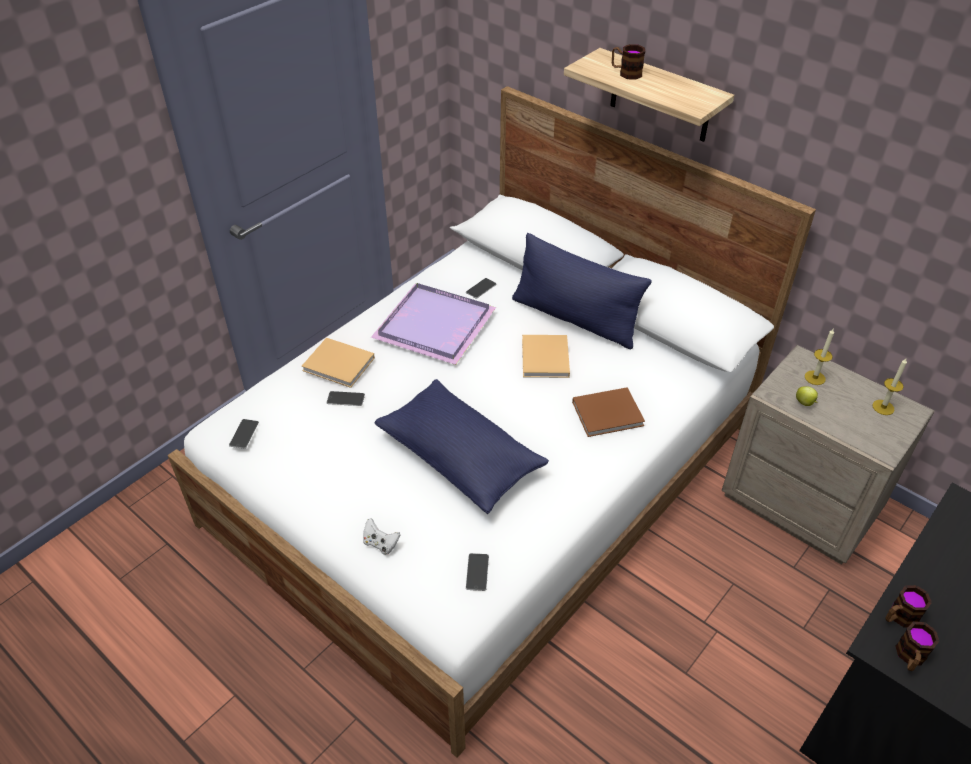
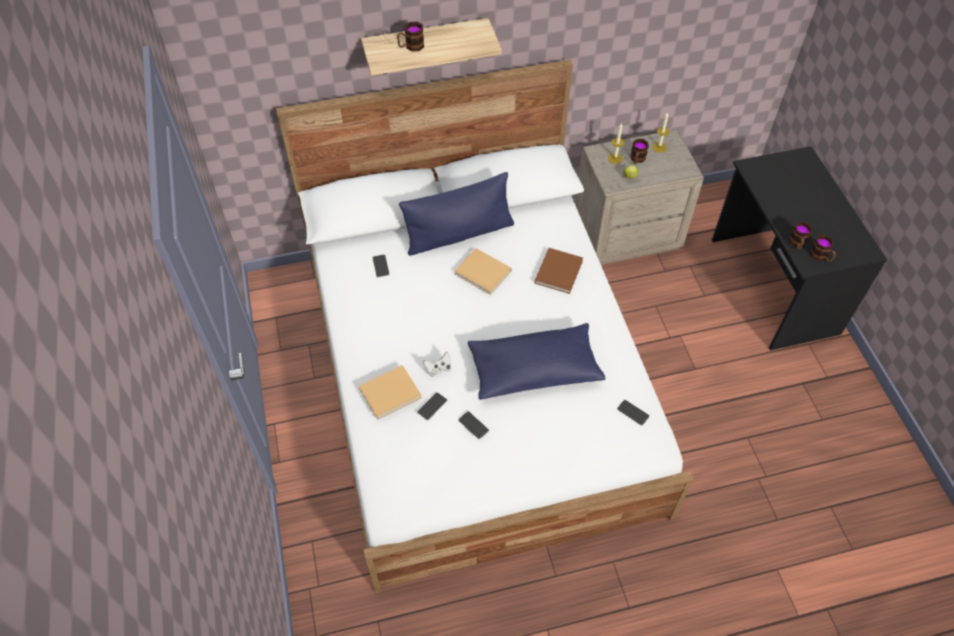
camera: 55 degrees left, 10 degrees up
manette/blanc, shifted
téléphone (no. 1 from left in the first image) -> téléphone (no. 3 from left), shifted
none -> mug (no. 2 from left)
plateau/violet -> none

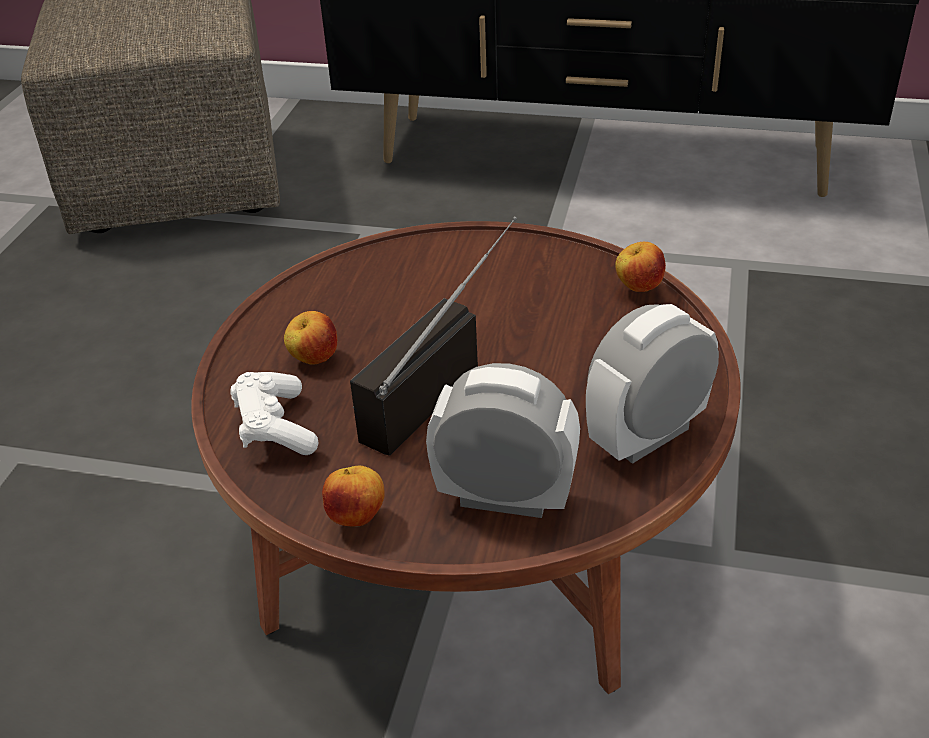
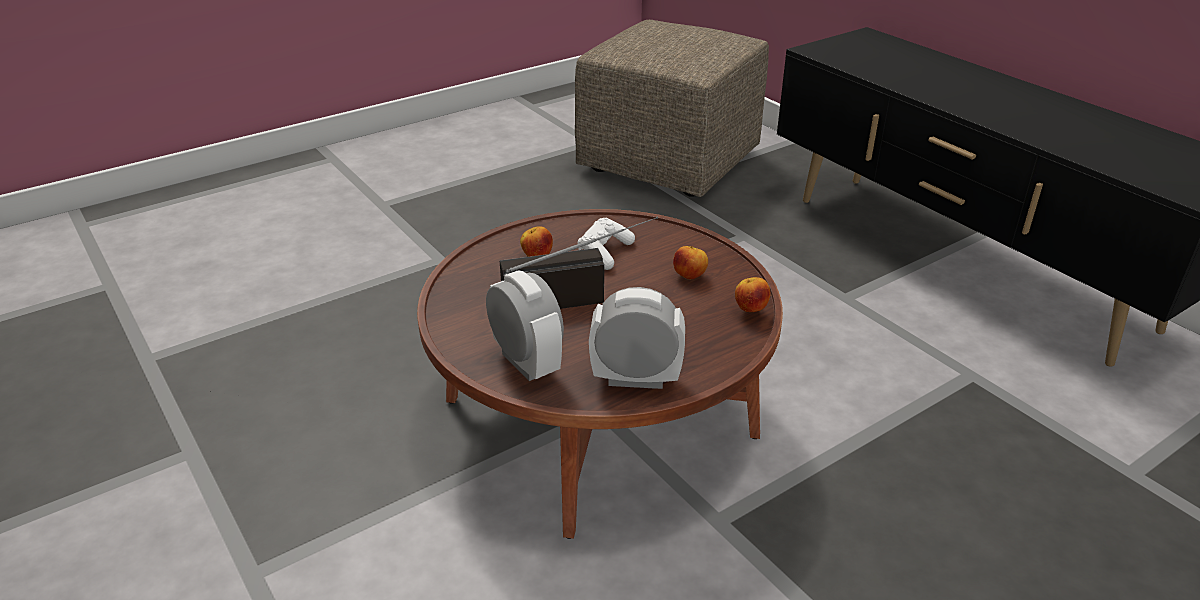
camera: 40 degrees right, 5 degrees down
manette/blanc, shifted
pomme (no. 2 from left), shifted

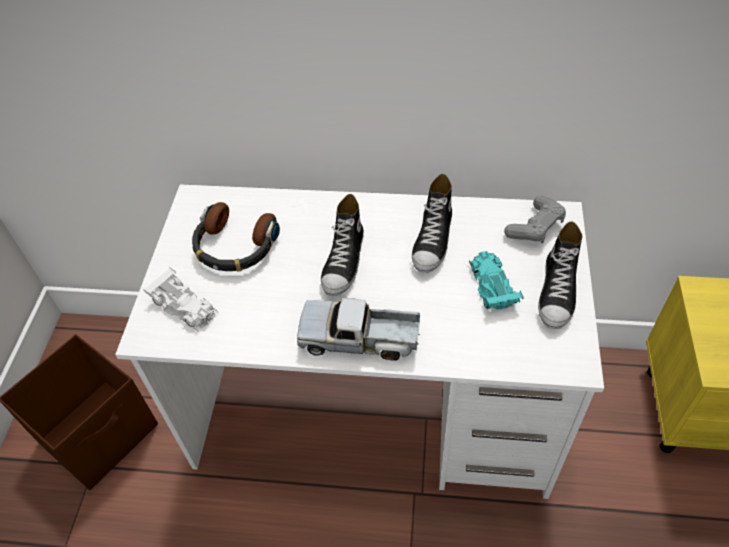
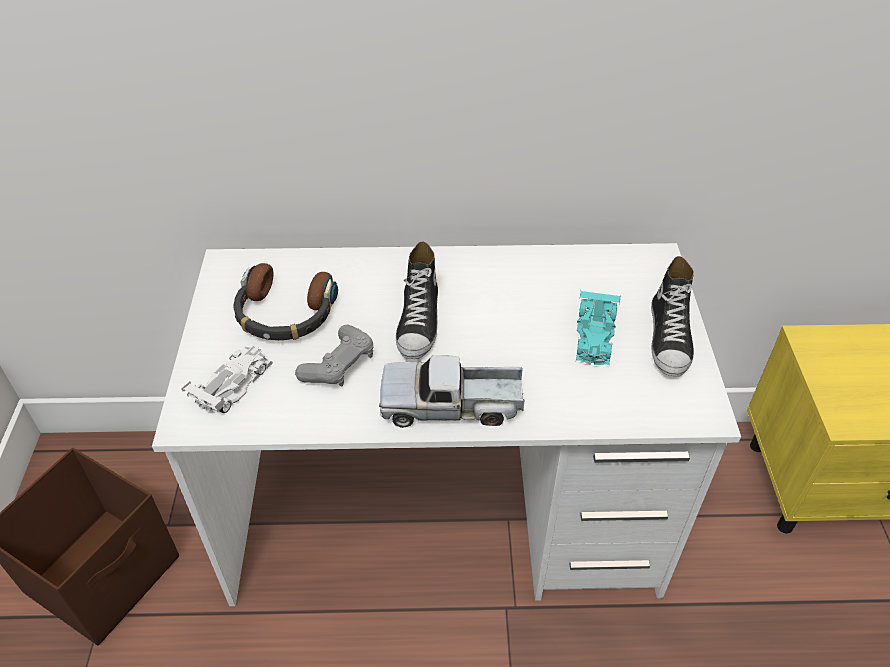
camera: 10 degrees left, 5 degrees down
petite voiture/blanc, 90 degrees counterclockwise
manette/gris, shifted
petite voiture/turquoise, 150 degrees counterclockwise
chaussure (no. 2 from left) -> none

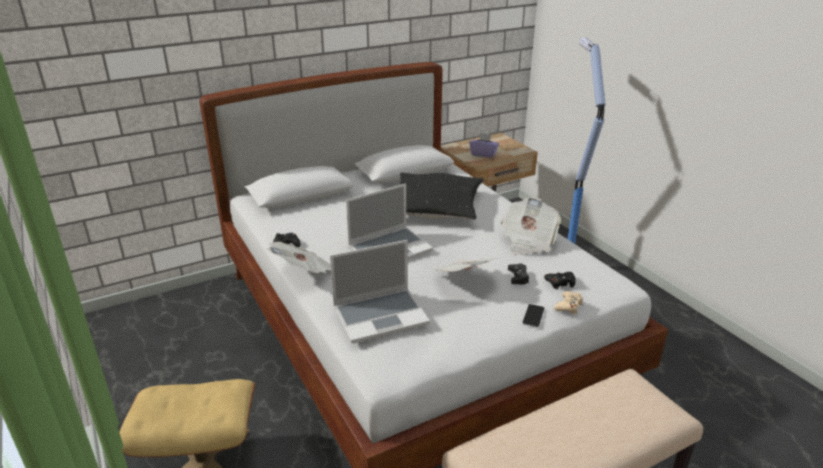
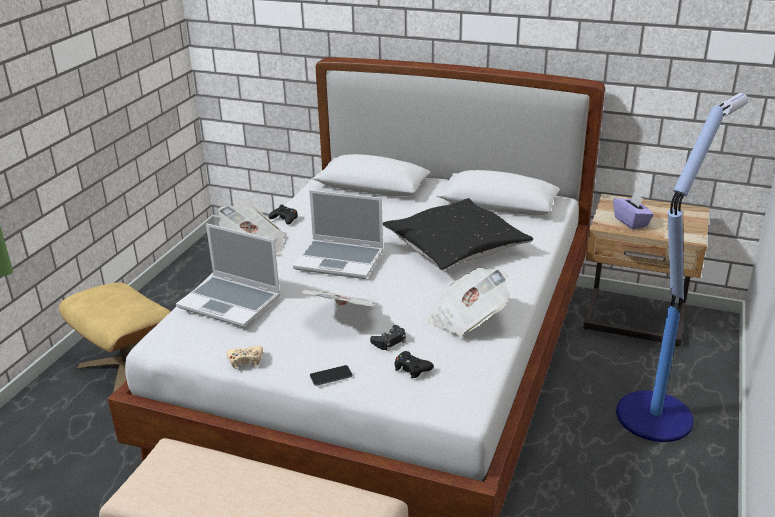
camera: 50 degrees right, 0 degrees up
manette/beige, shifted

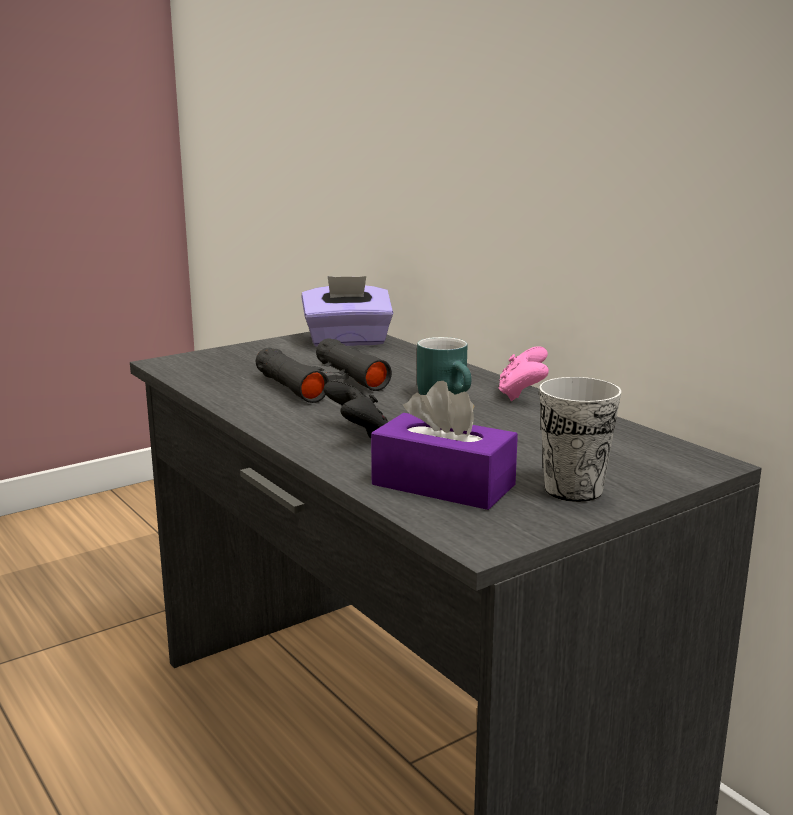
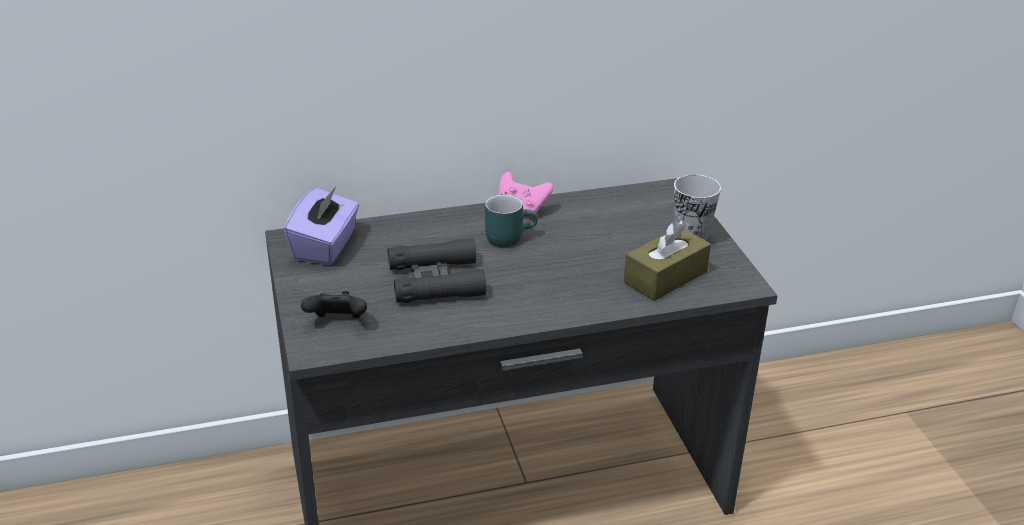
camera: 70 degrees left, 15 degrees up
manette/noir, shifted
boîte à mouchoirs/violet (no. 2 from left) -> boîte à mouchoirs/marron

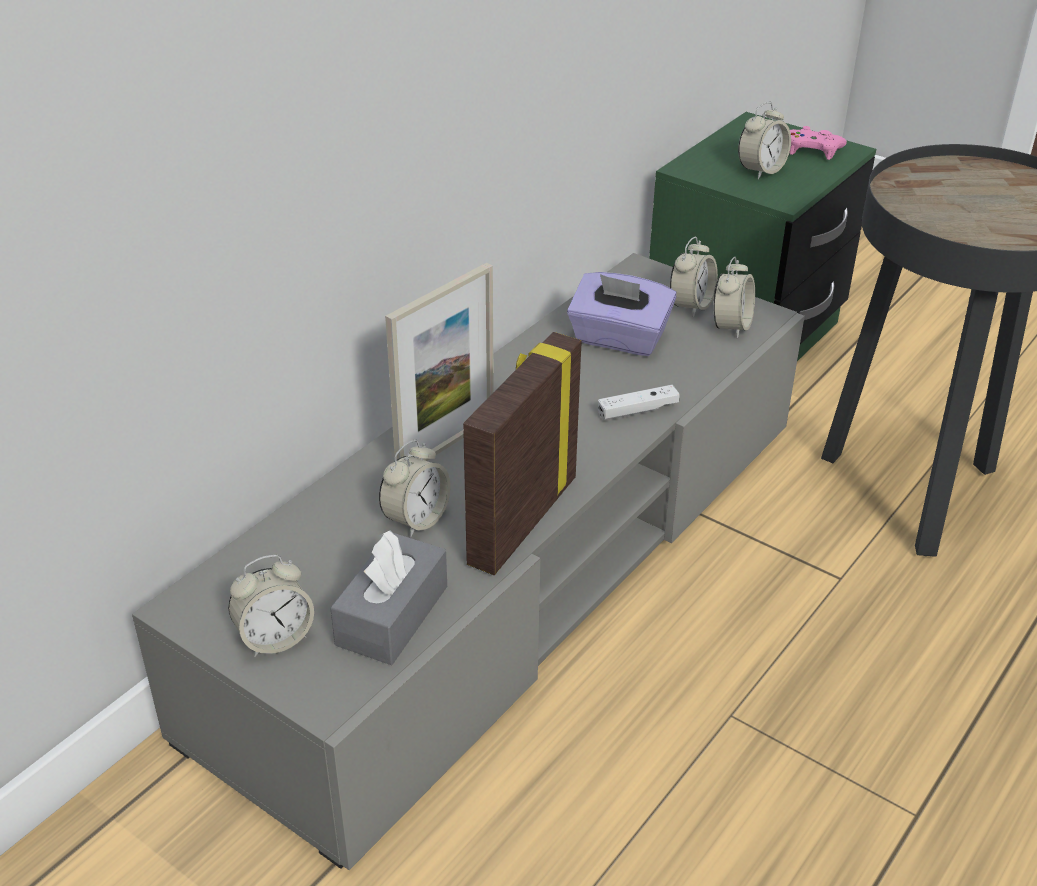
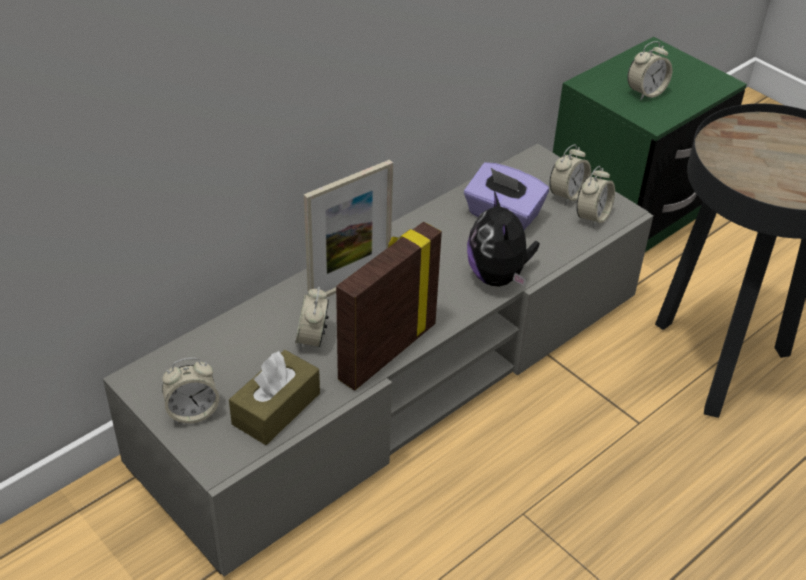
camera: 10 degrees right, 5 degrees up
boîte à mouchoirs/gris -> boîte à mouchoirs/marron
réveil (no. 2 from left), 135 degrees clockwise
manette/blanc -> peluche
manette/rose -> none

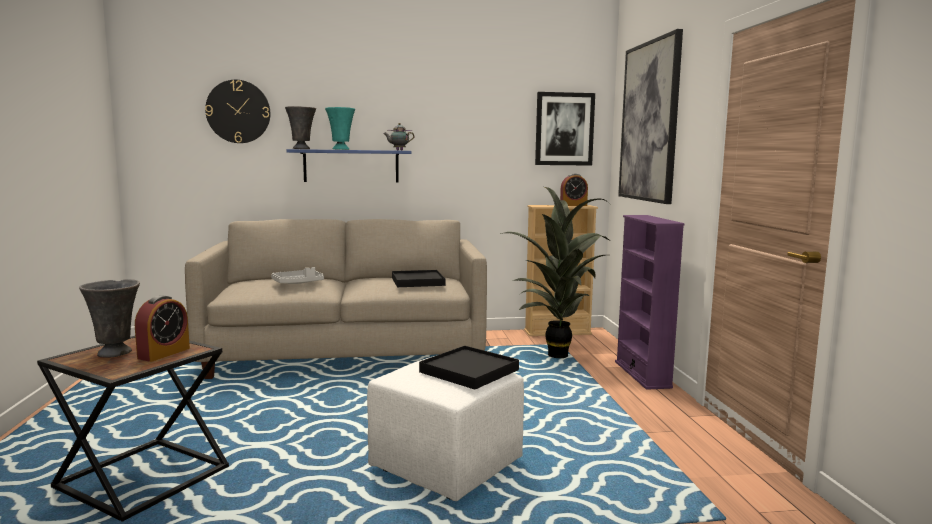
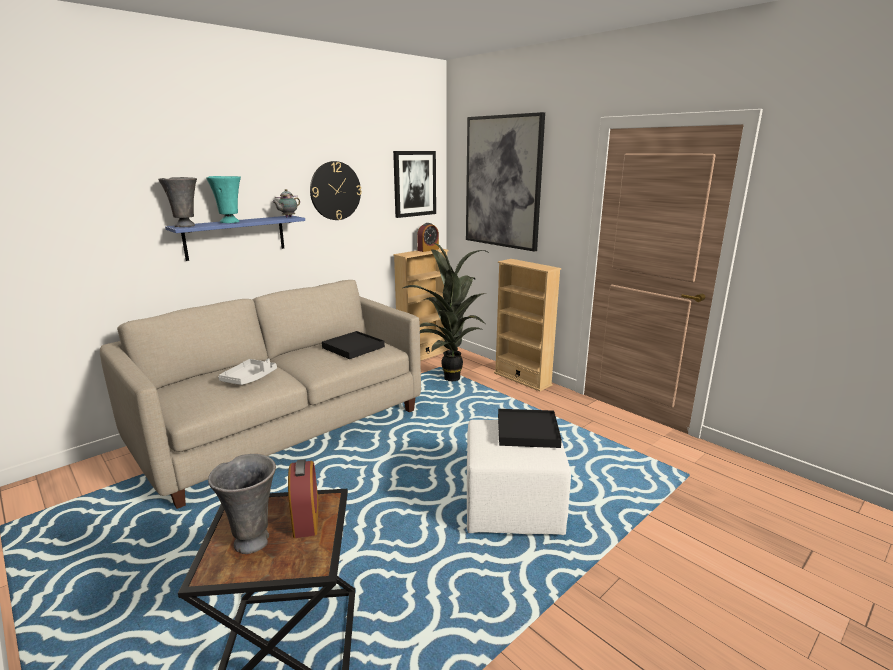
camera: 35 degrees left, 10 degrees up
horloge murale, shifted
bibliothèque/violet -> bibliothèque/beige (no. 2 from left)

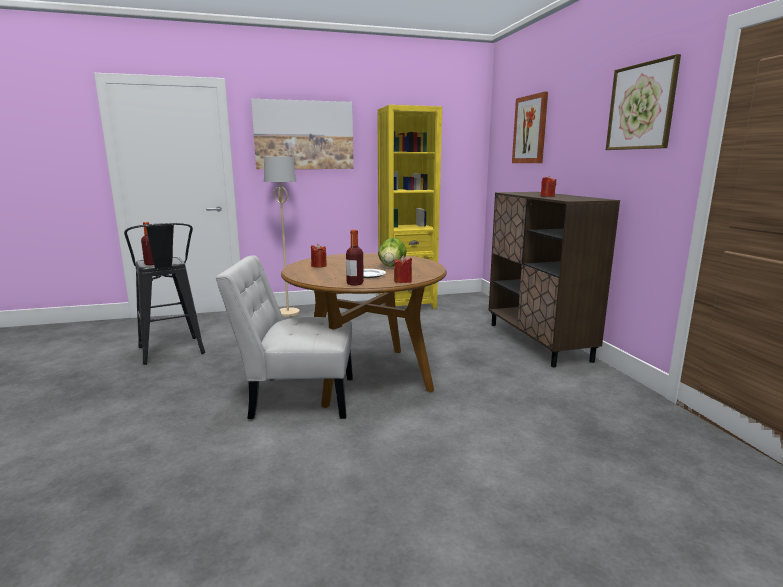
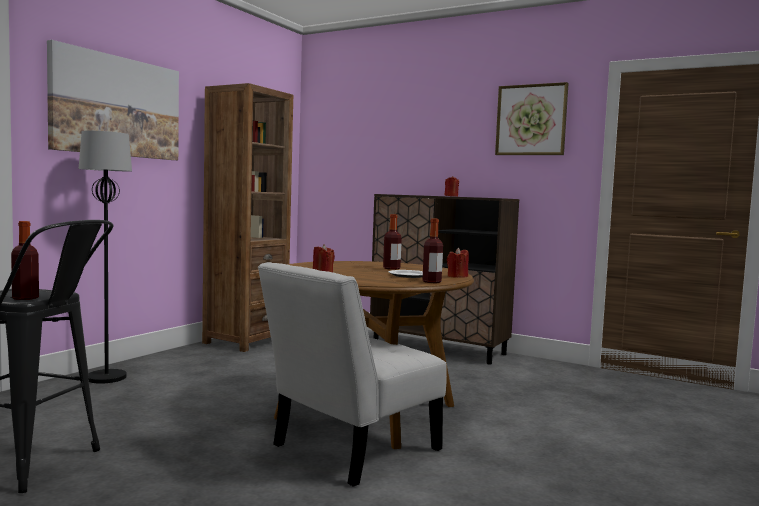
camera: 45 degrees left, 10 degrees down
lampadaire/beige -> lampadaire/noir
bibliothèque/jaune -> bibliothèque/marron
laitue -> bouteille (no. 2 from left)
tableau (no. 2 from left) -> none

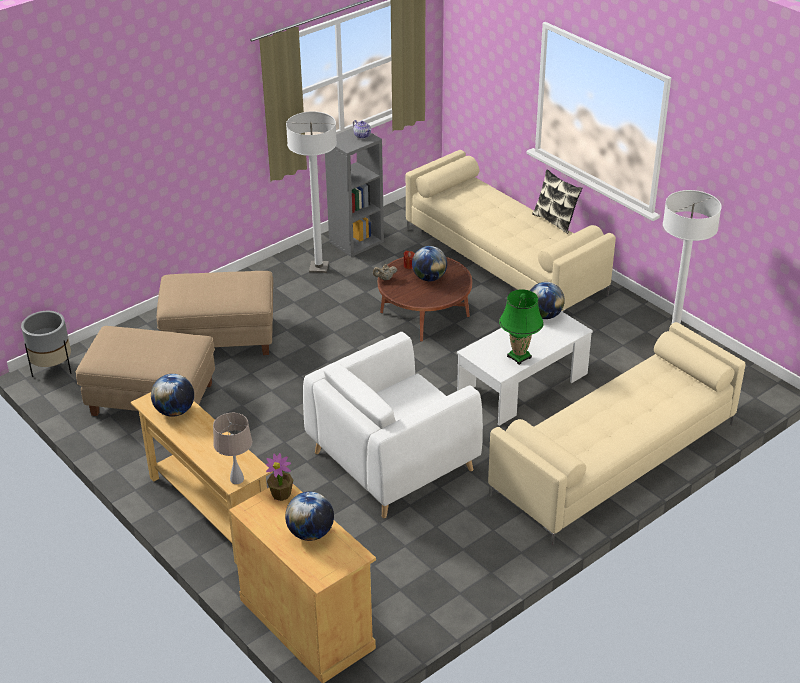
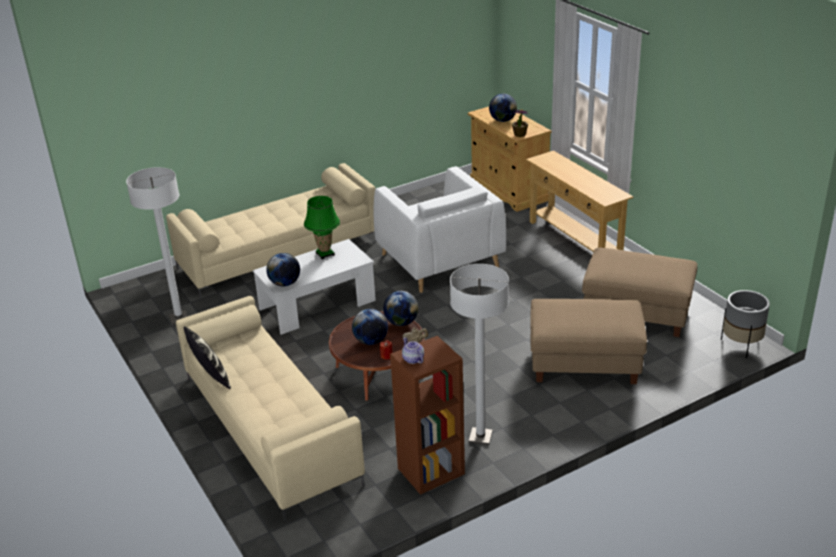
camera: 170 degrees left, 5 degrees down
fauteuil/blanc, 90 degrees clockwise
globe (no. 1 from left in the first image) -> globe (no. 3 from left), shifted
bibliothèque/gris -> bibliothèque/marron
lampe de table/beige -> none

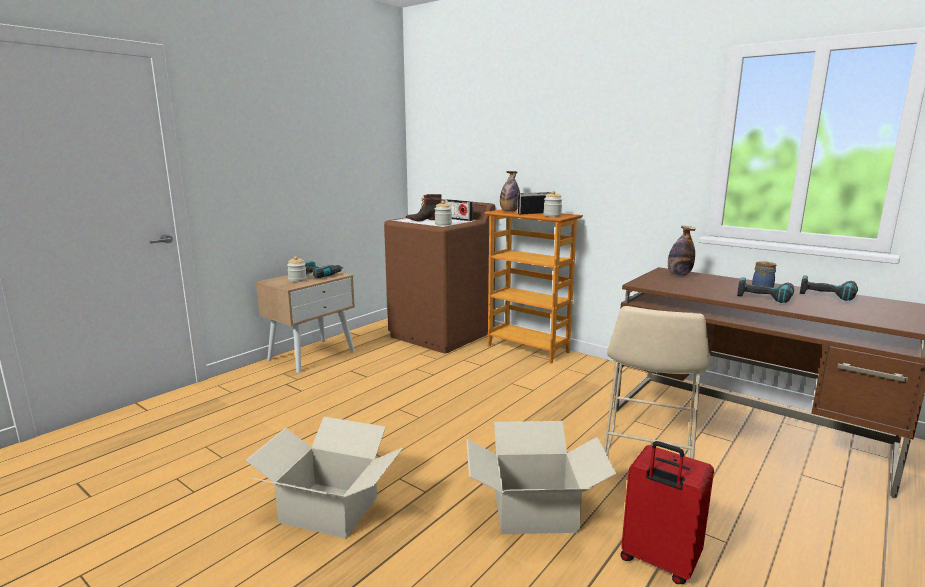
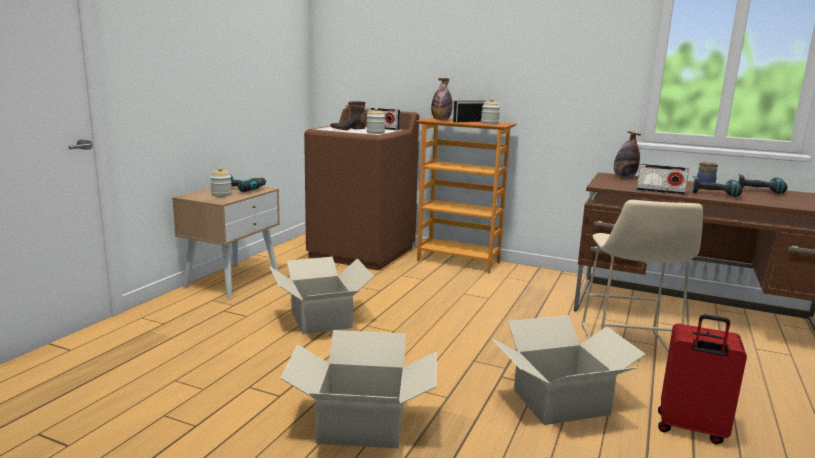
camera: 15 degrees left, 0 degrees up
none -> carton (no. 1 from left)
none -> radio (no. 3 from left)

